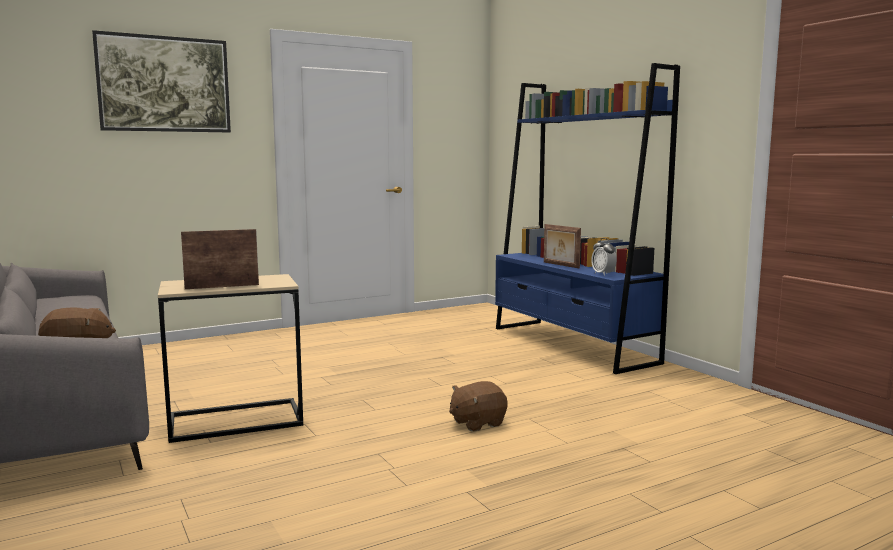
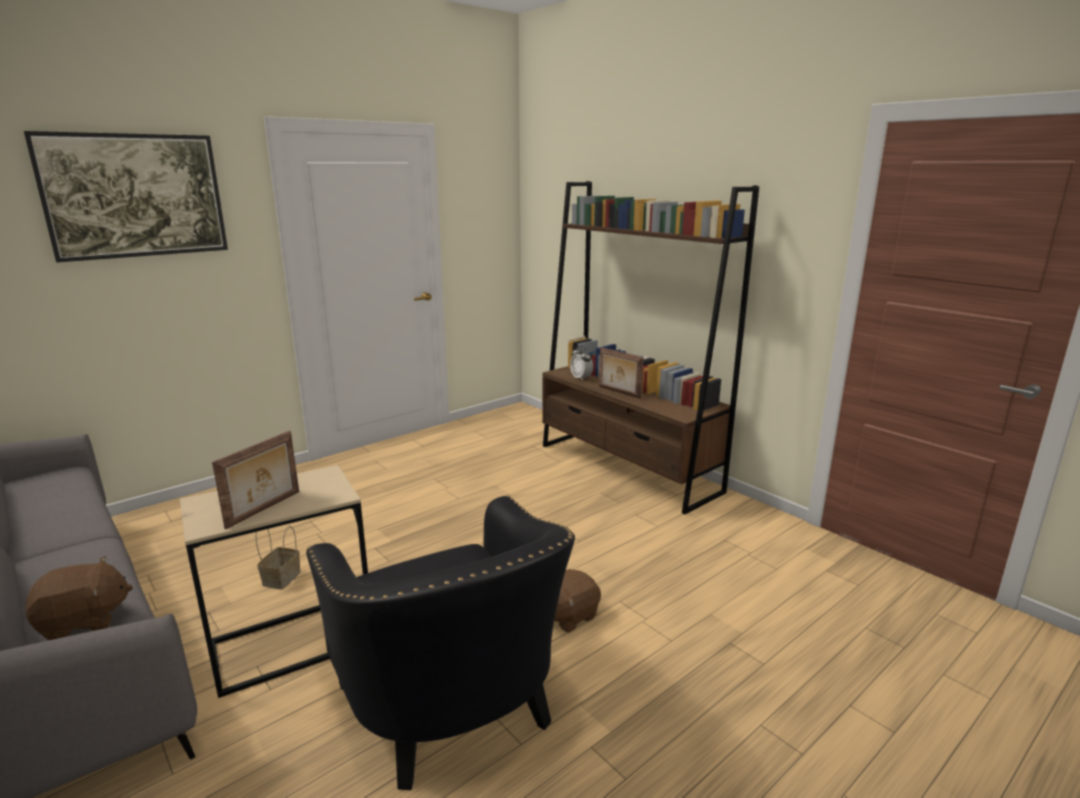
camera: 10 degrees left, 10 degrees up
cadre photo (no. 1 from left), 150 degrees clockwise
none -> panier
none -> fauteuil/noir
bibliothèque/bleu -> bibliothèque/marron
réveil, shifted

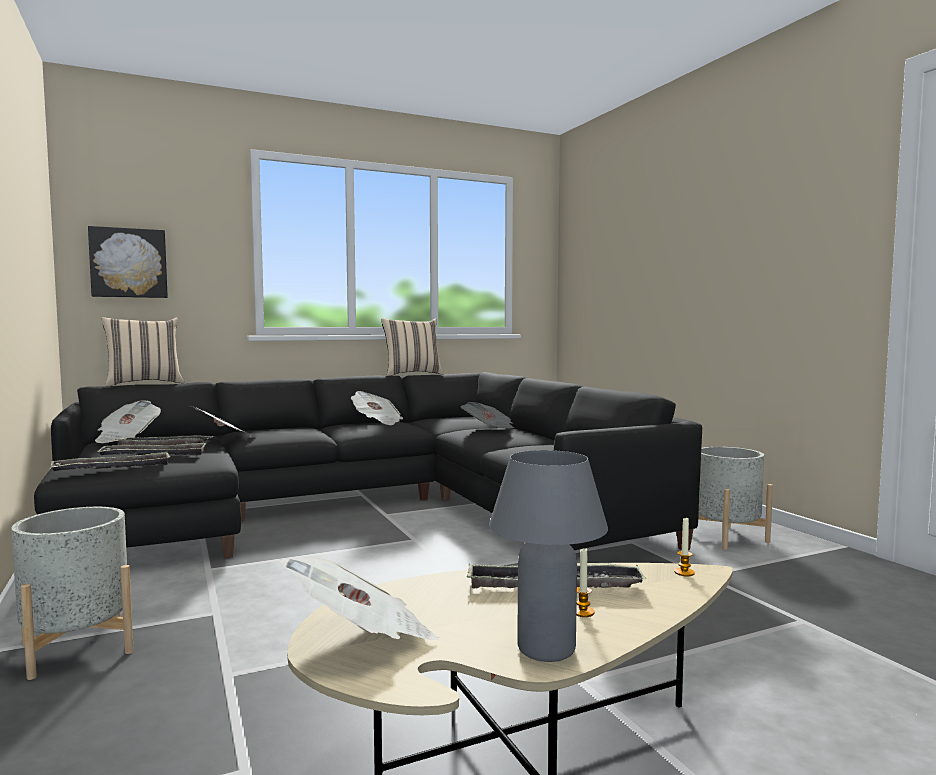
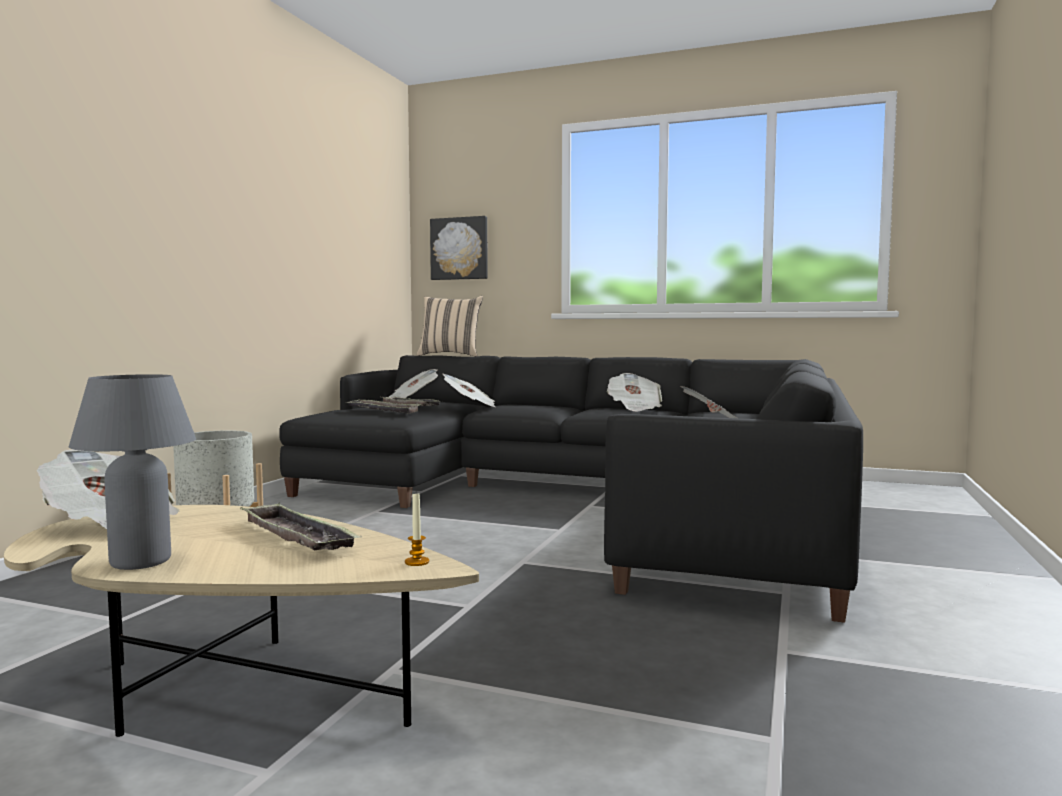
camera: 45 degrees right, 0 degrees up
plateau (no. 1 from left) -> none
coussin/beige (no. 2 from left) -> none
bougie (no. 1 from left) -> none
cache-pot/gris (no. 2 from left) -> none

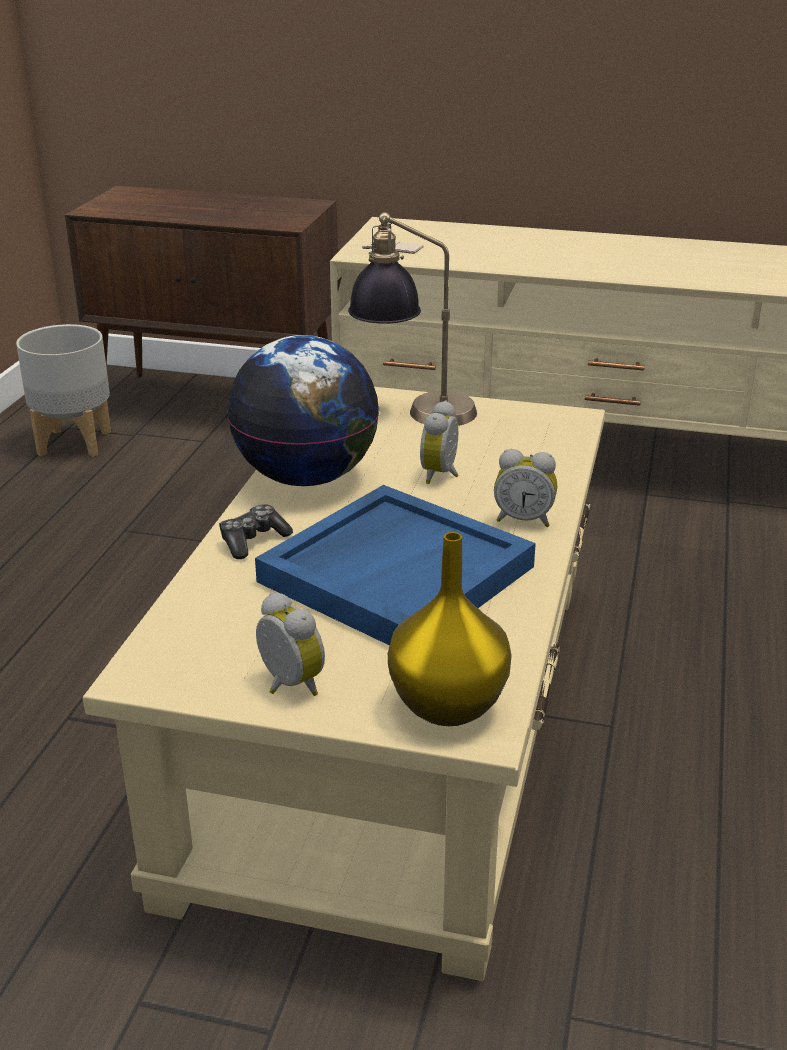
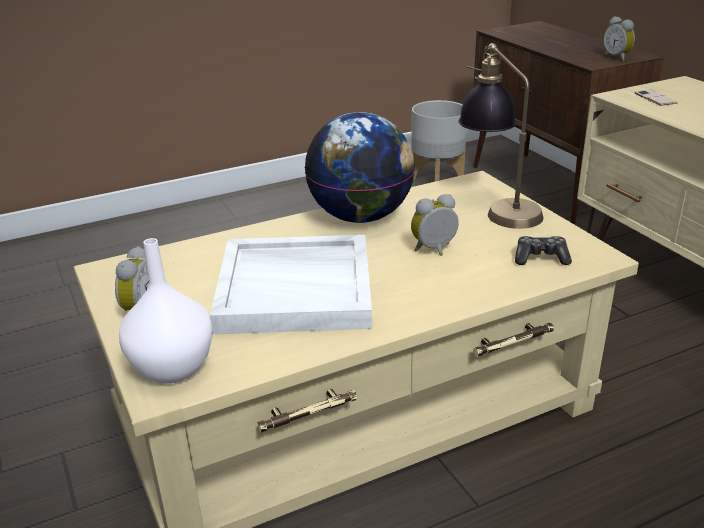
camera: 50 degrees right, 0 degrees up
vase/jaune -> vase/blanc
plateau/bleu -> plateau/blanc
manette, shifted
réveil (no. 3 from left), shifted

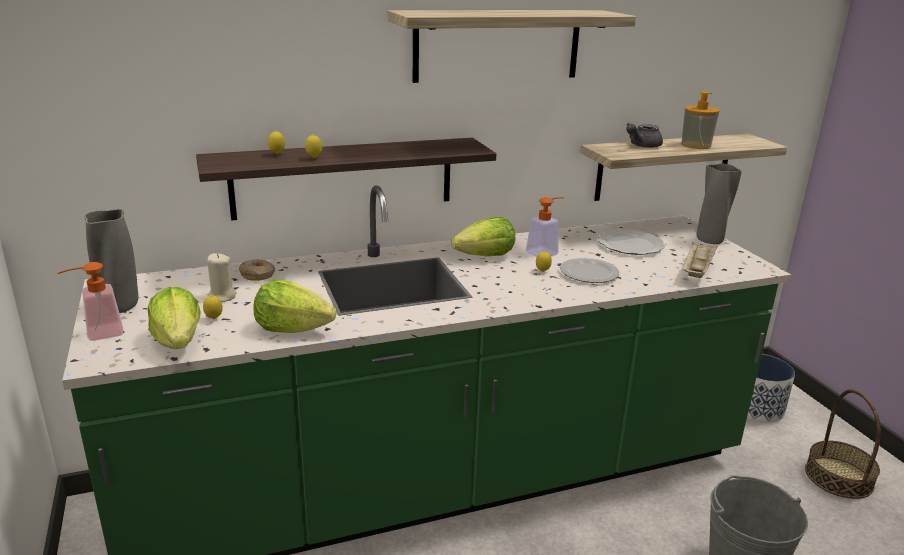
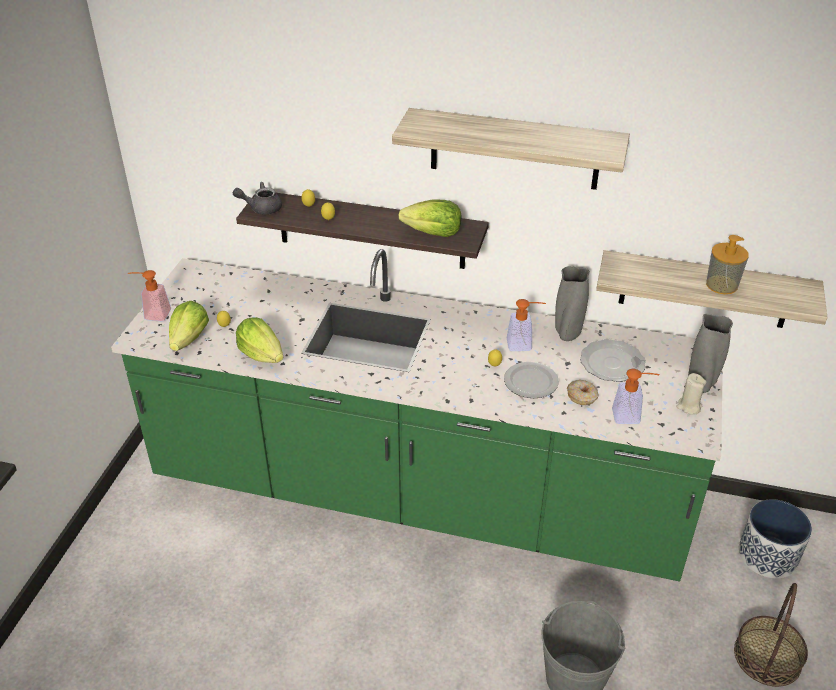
camera: 35 degrees right, 15 degrees up
théière/gris, shifted
laitue (no. 3 from left), shifted
vase/gris (no. 1 from left), shifted
beignet, shifted
plateau/beige -> distributeur de savon (no. 3 from left)
bougie/beige, shifted

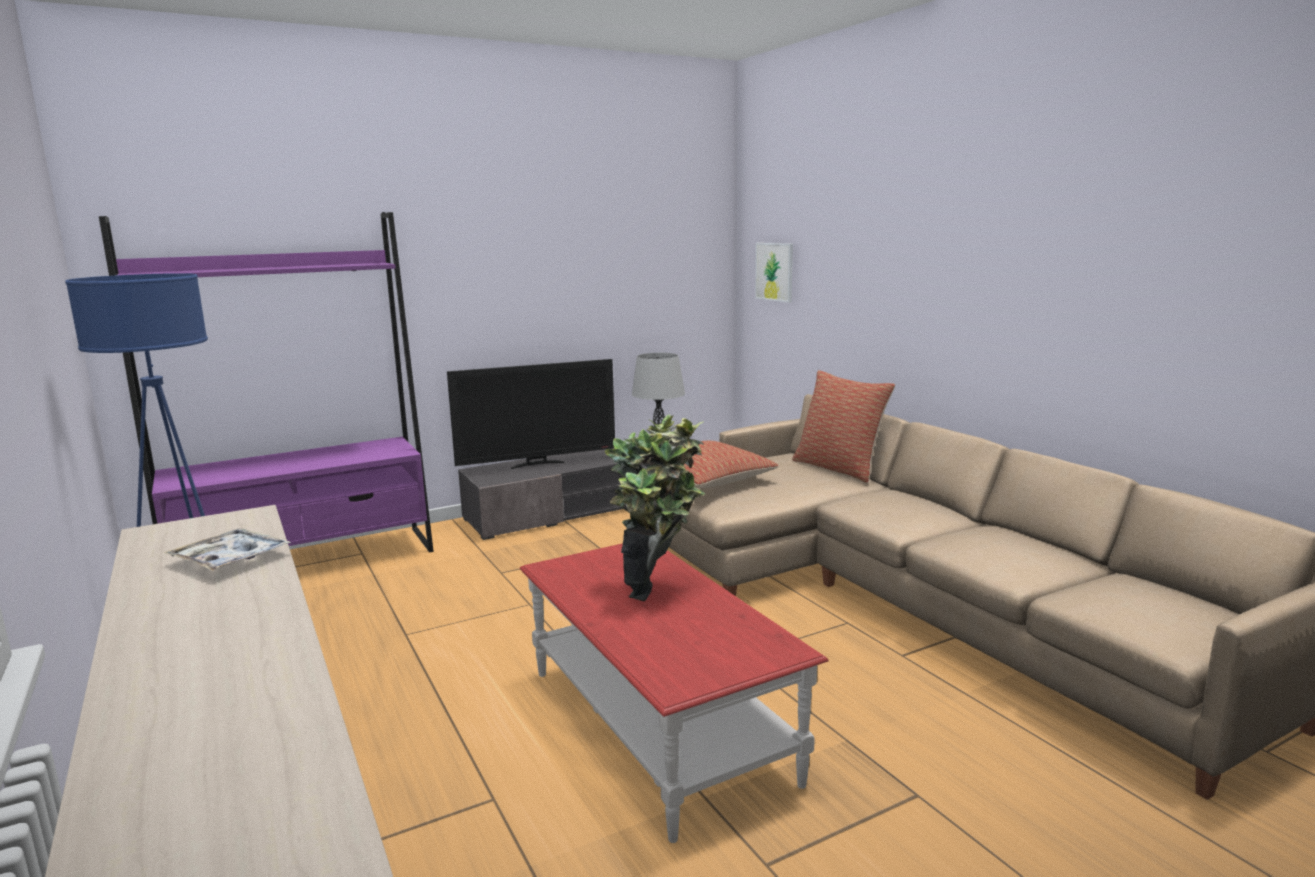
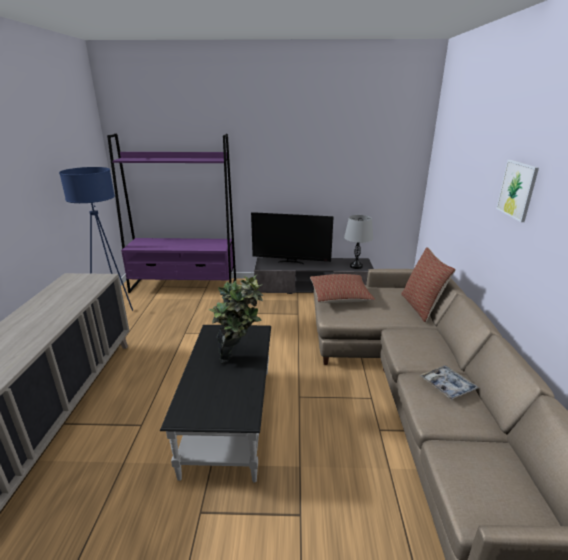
camera: 30 degrees right, 10 degrees up
table basse/rouge -> table basse/noir
plateau, shifted
tableau, shifted

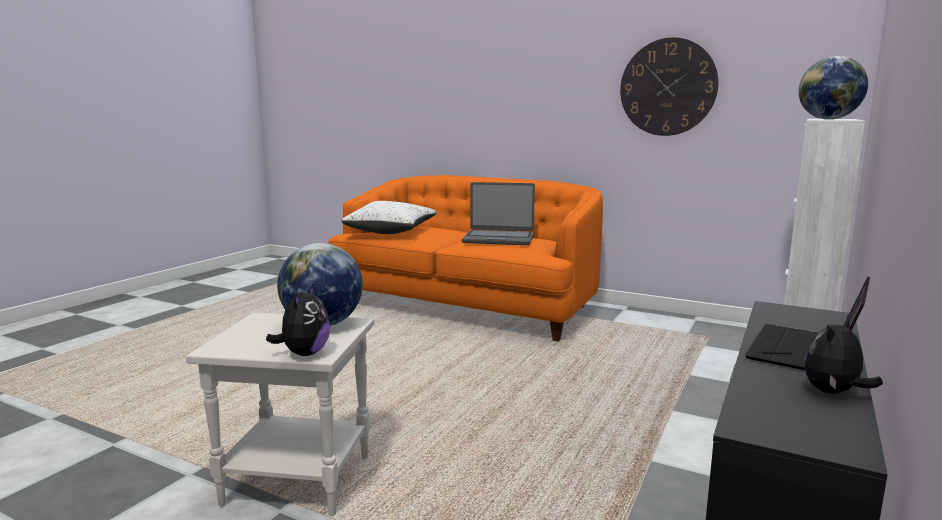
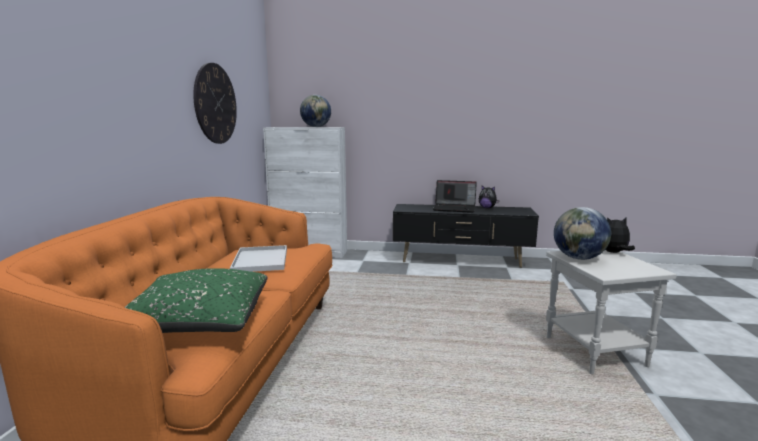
camera: 110 degrees left, 0 degrees up
coussin/blanc -> coussin/vert
ordinateur portable (no. 1 from left) -> plateau/blanc

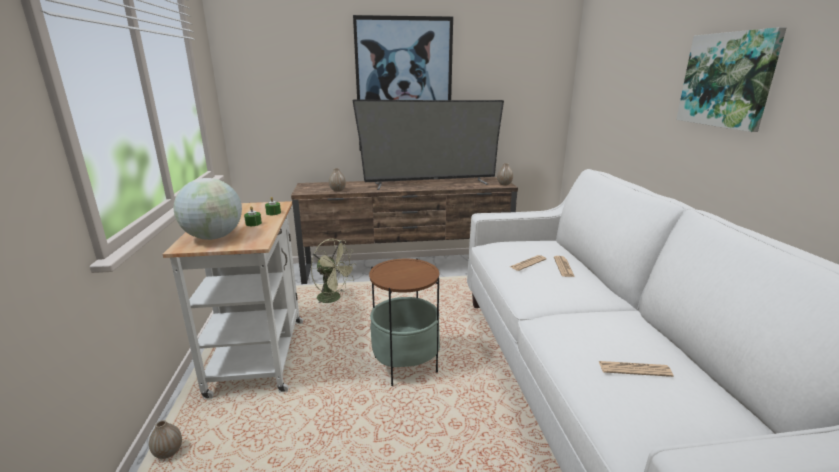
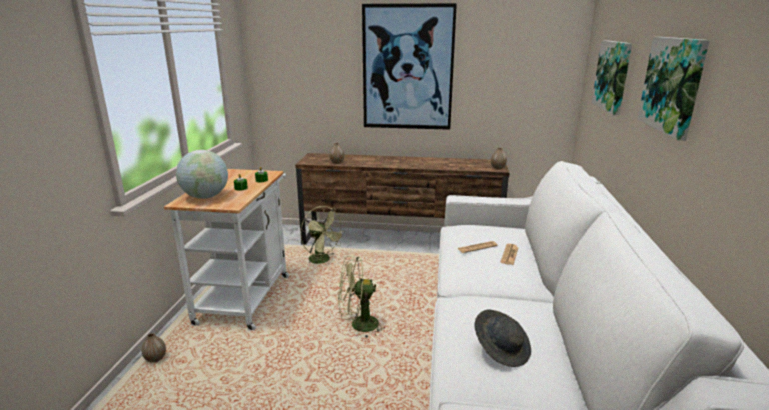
camera: 15 degrees right, 0 degrees up
table d'appoint -> ventilateur/vert (no. 2 from left)
journal (no. 3 from left) -> chapeau/gris
none -> tableau (no. 2 from left)
téléviseur -> none

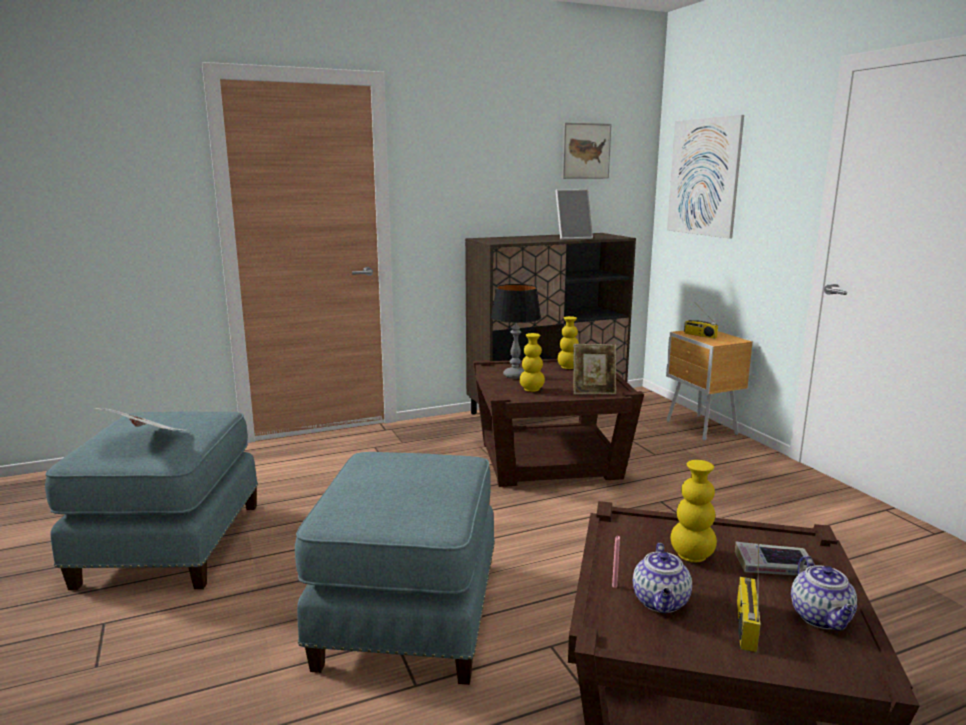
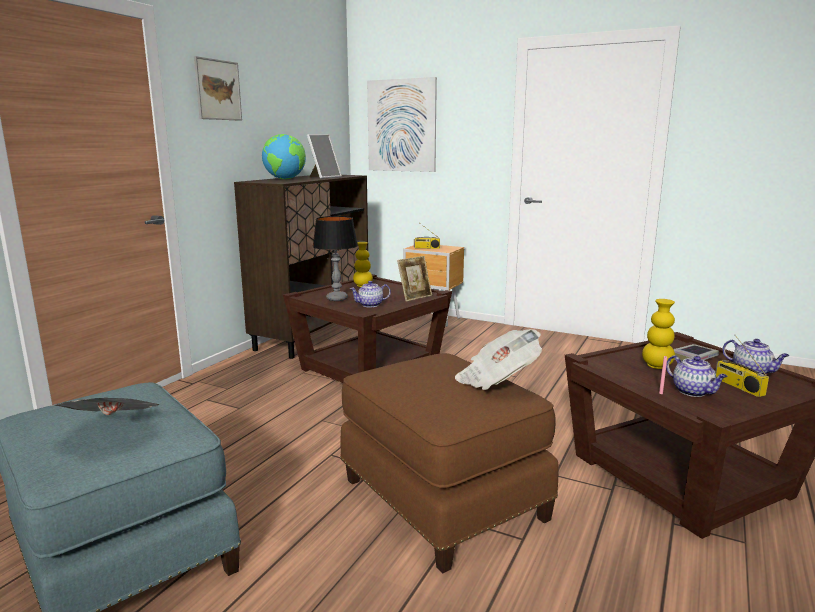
camera: 40 degrees left, 0 degrees up
tableau (no. 1 from left), shifted
none -> globe
pouf/bleu (no. 2 from left) -> pouf/marron
vase/jaune (no. 1 from left) -> théière (no. 1 from left)
none -> journal (no. 2 from left)

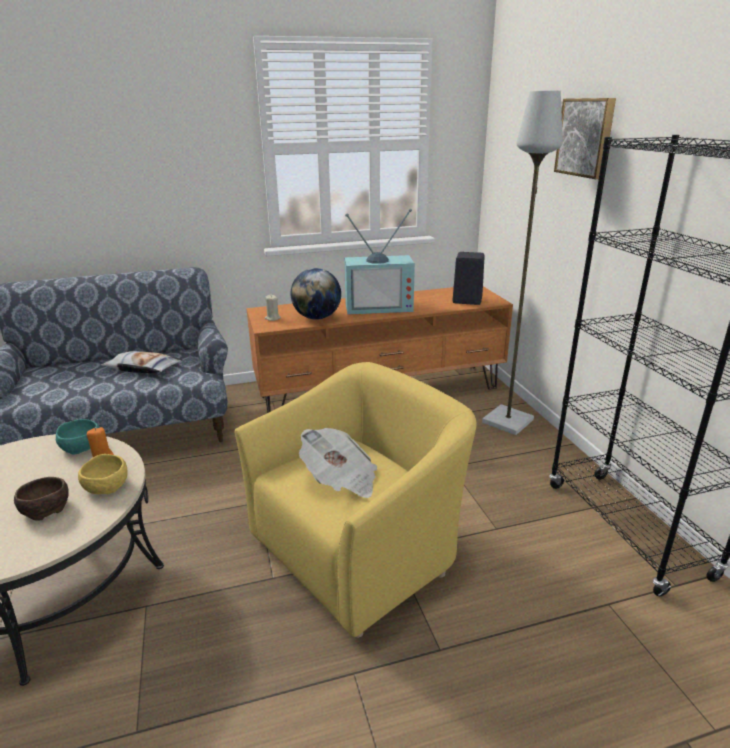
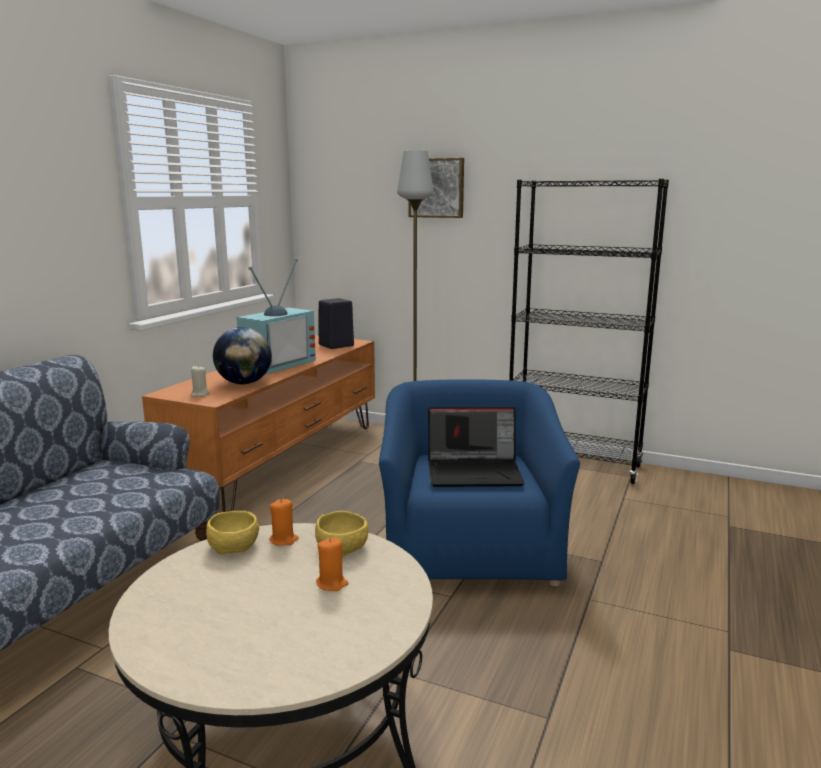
camera: 50 degrees left, 10 degrees down
bol/turquoise -> bol/jaune (no. 1 from left)
bol/marron -> bougie/orange (no. 2 from left)
fauteuil/jaune -> fauteuil/bleu
journal -> ordinateur portable
coussin -> none

